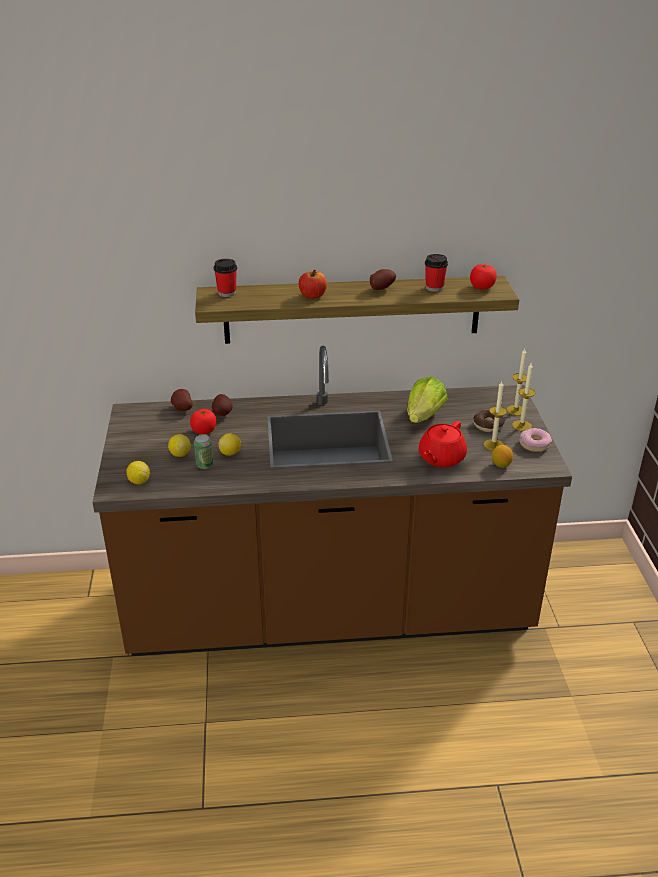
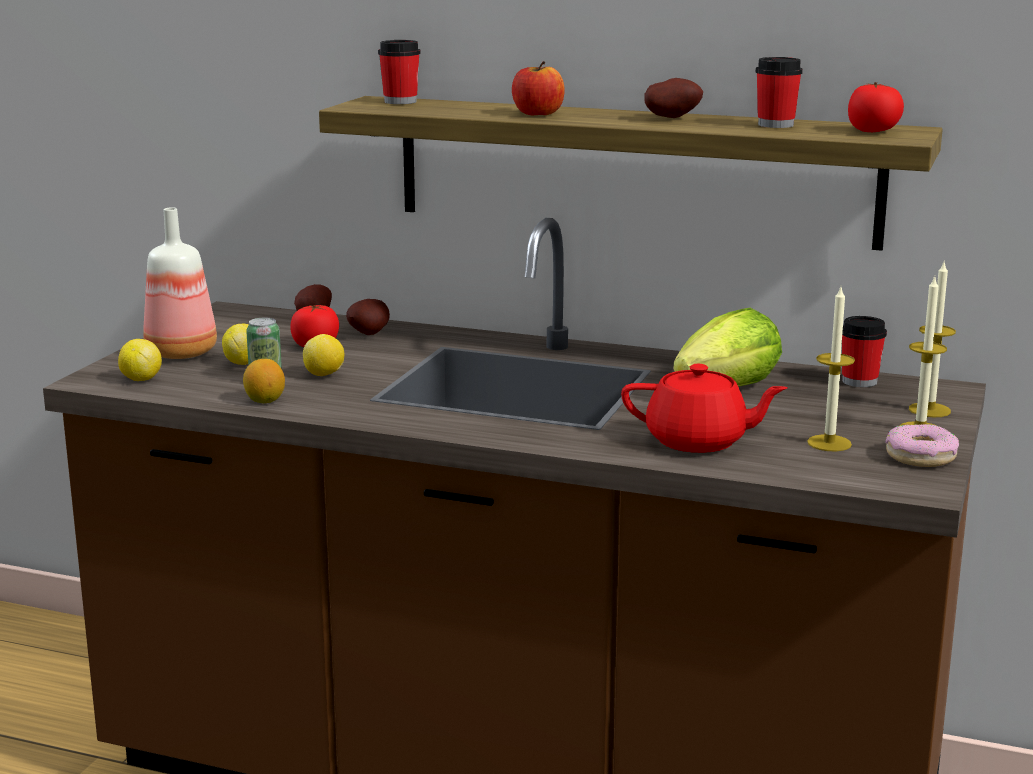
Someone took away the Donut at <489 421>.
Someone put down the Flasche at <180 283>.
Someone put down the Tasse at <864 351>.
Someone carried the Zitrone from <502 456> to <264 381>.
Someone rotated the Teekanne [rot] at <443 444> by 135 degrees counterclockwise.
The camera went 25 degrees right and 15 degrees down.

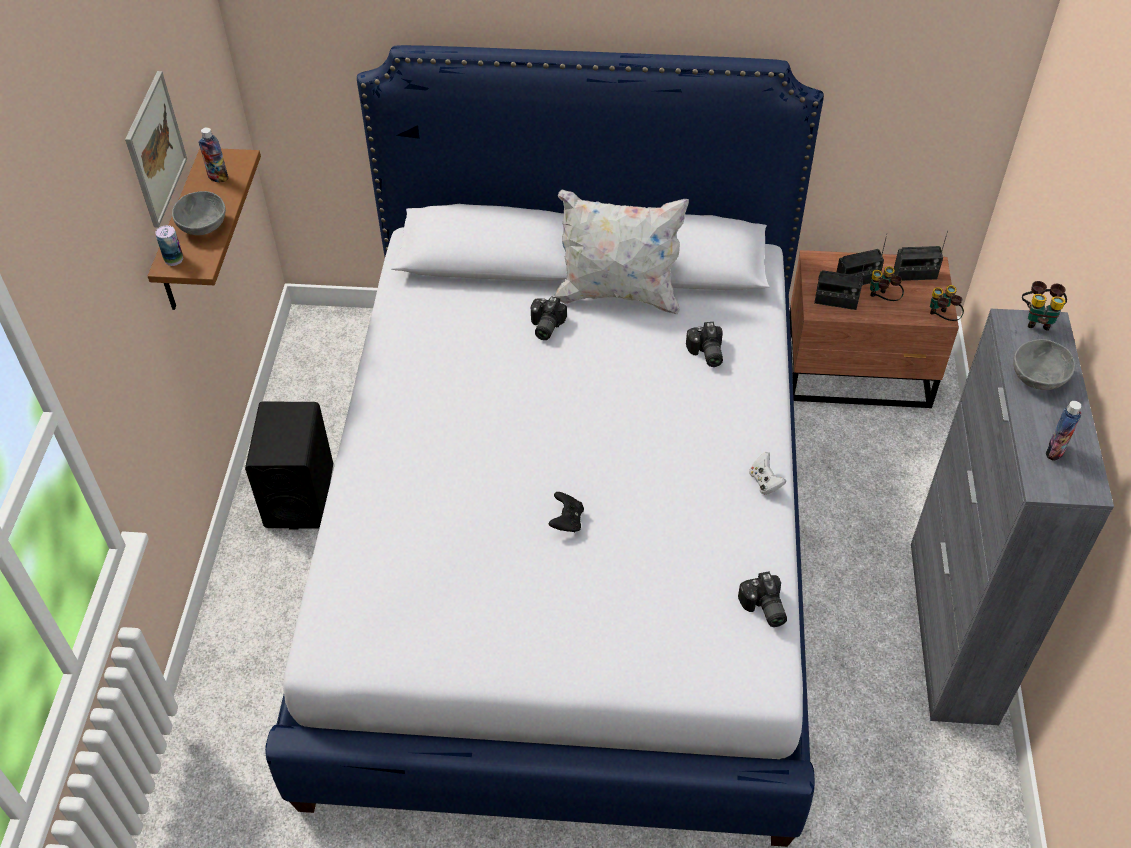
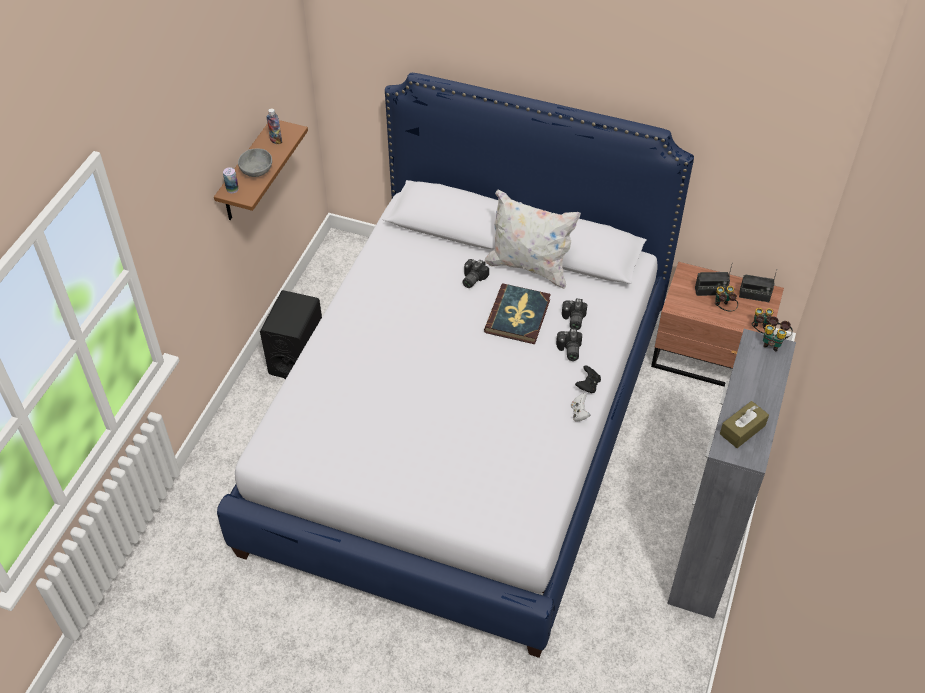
Someone took away the Bild at <156 149>.
Someone took away the Radio at <839 285>.
Someone took away the Schüssel [grau] at <1044 364>.
Someone put down the Buch at <517 314>.
Someone carried the Gamepad [schwarz] from <566 512> to <588 379>.
Someone carried the Kamera from <762 599> to <569 345>.
Someone swapped the Flasche at <1063 431> for the Taschentuchbox [braun] at <744 424>.
The camera went 15 degrees right and 0 degrees up.

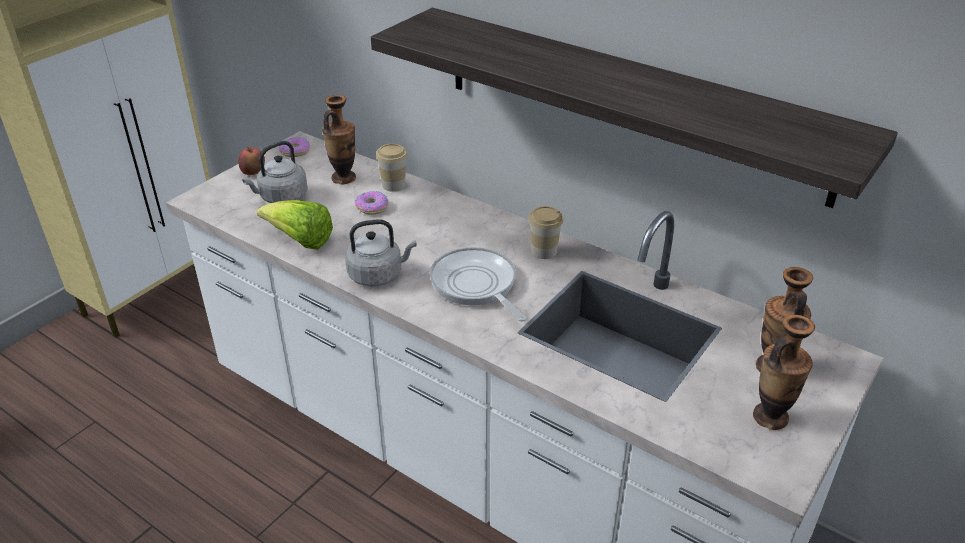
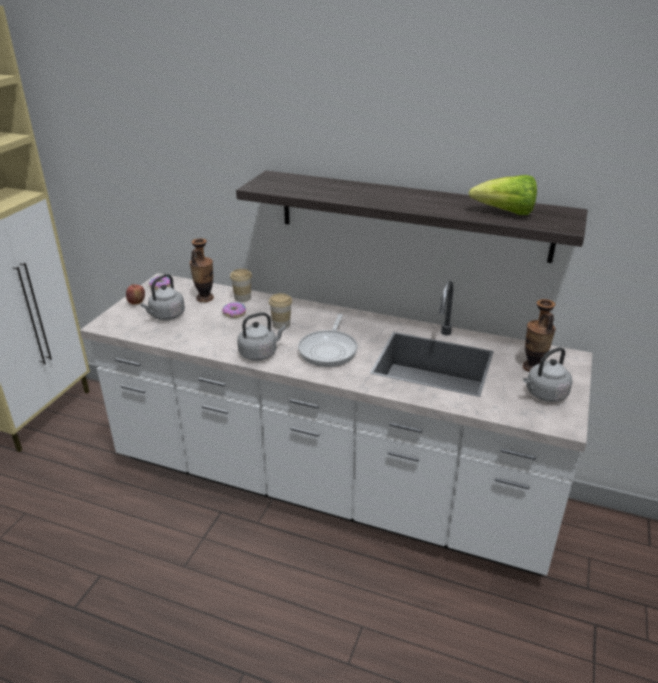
Someone carried the Salatkopf from <295 225> to <503 195>.
Someone carried the Tasse from <545 232> to <280 311>.
Someone swapped the Vase at <784 372> for the Wasserkessel [grau] at <547 374>.
Someone rotated the Pfanne at <478 284> by 120 degrees counterclockwise.
The camera went 15 degrees left and 5 degrees down.

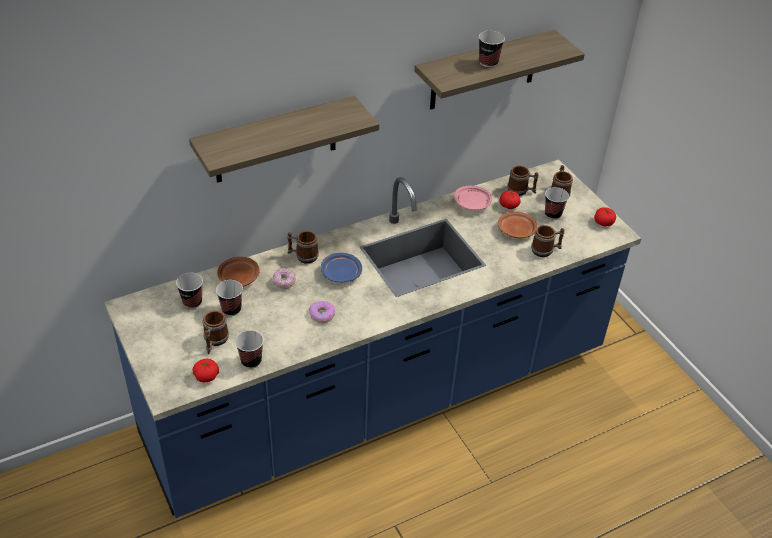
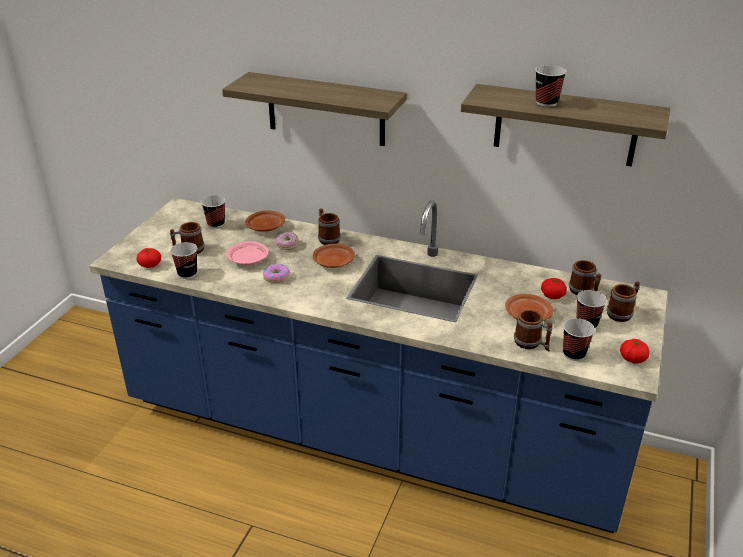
Someone carried the Tasse from <229 298> to <579 339>.
Someone carried the Teller [rosa] from <473 198> to <247 253>.
Someone repainted the Teller [blau] at <341 267>, which became the Teller [braun] at <334 255>.
The camera went 50 degrees right and 10 degrees down.

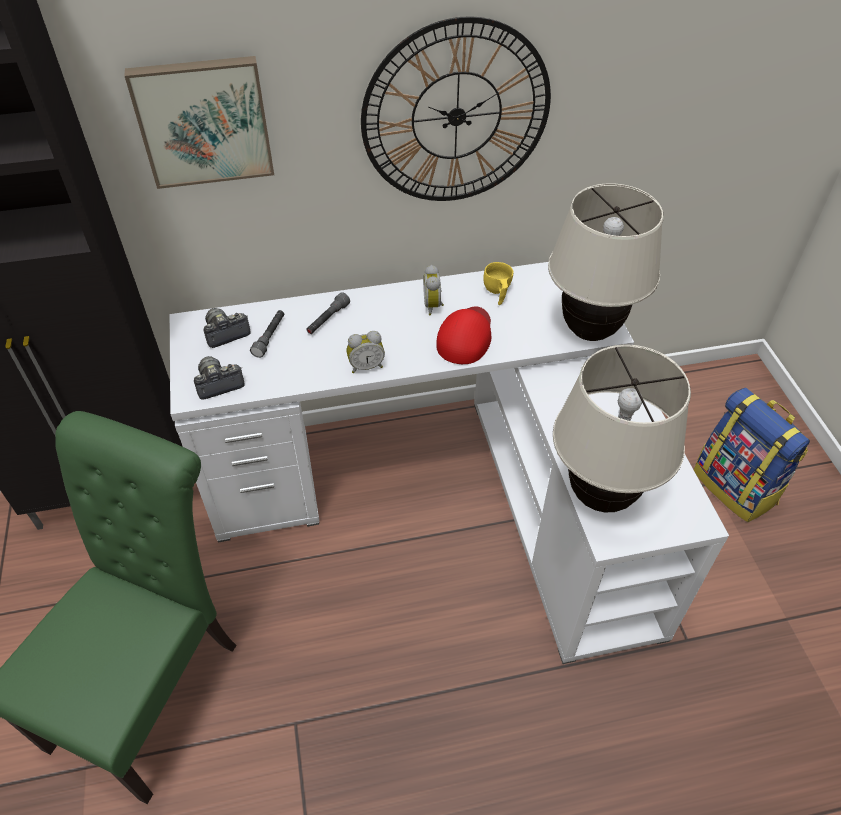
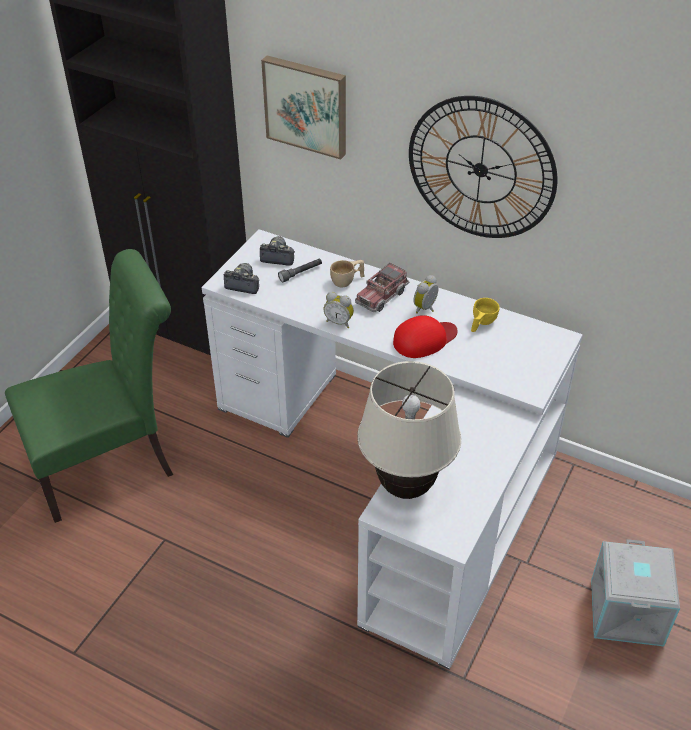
Someone took away the Tischlampe [beige] at <606 262>.
Someone put down the Spielzeuglaster at <382 287>.
Someone swapped the Taschenlampe [grau] at <328 313> for the Tasse [beige] at <347 273>.
Someone swapped the Rucksack at <752 455> for the Aufbewahrungsbox [grau] at <635 592>.
The camera went 40 degrees right and 5 degrees down.

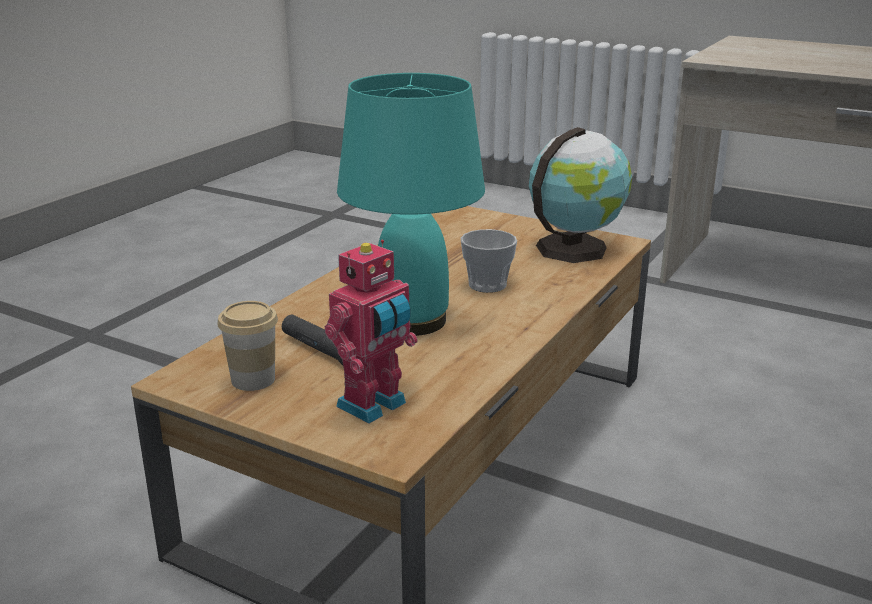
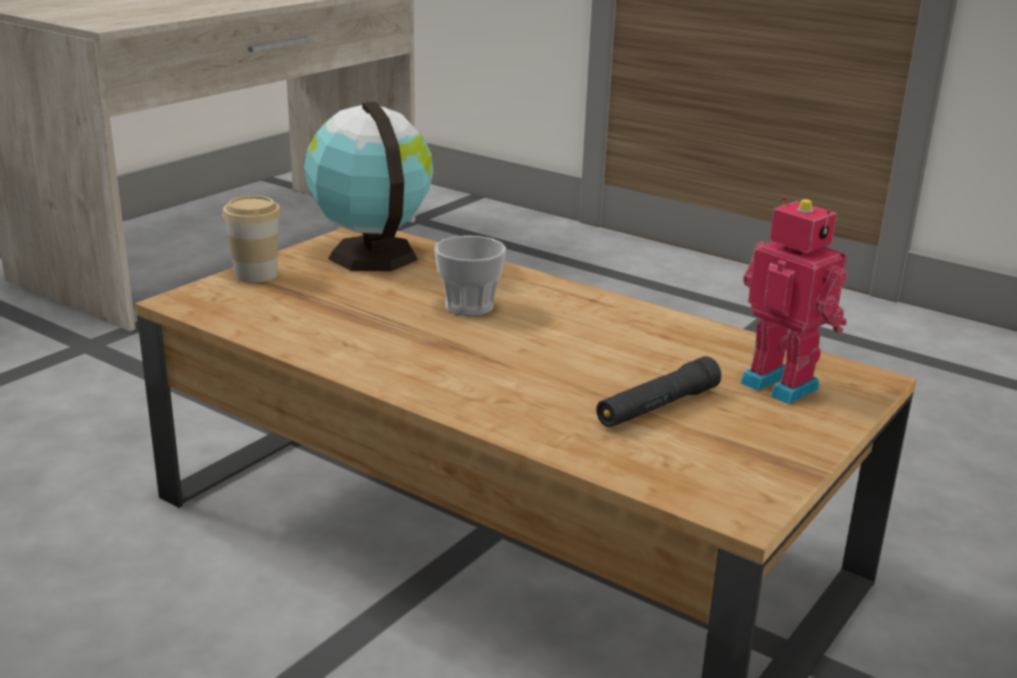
Someone took away the Tischlampe [türkis] at <411 204>.
Someone carried the Tasse from <248 346> to <251 239>.
The camera went 85 degrees left and 0 degrees up.

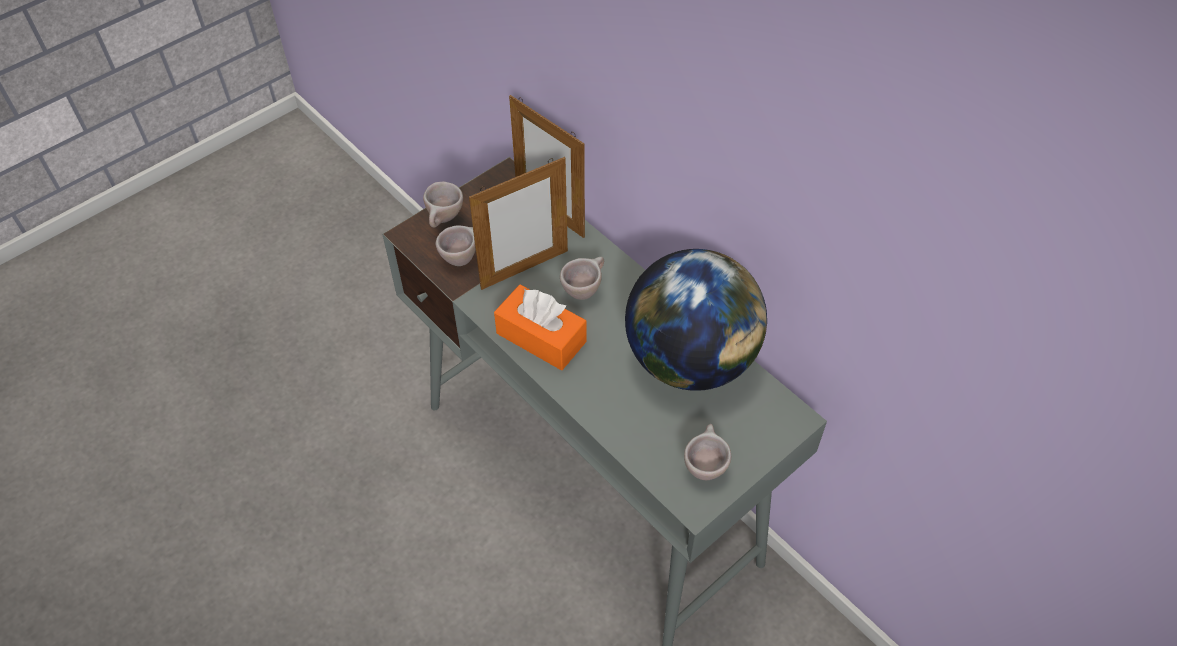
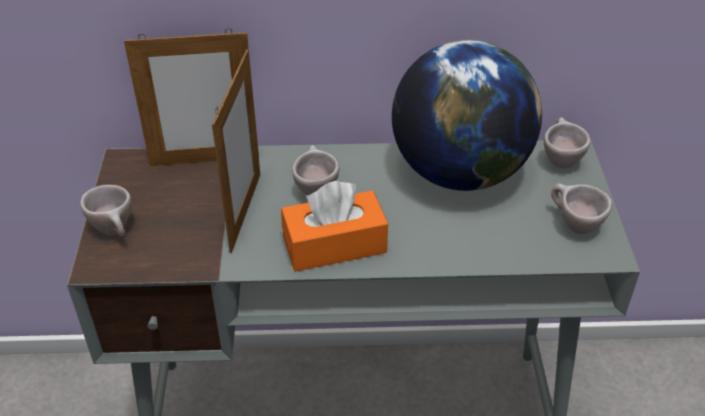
Someone carried the Tasse [beige] from <456 245> to <567 143>.
The camera went 50 degrees left and 10 degrees down.

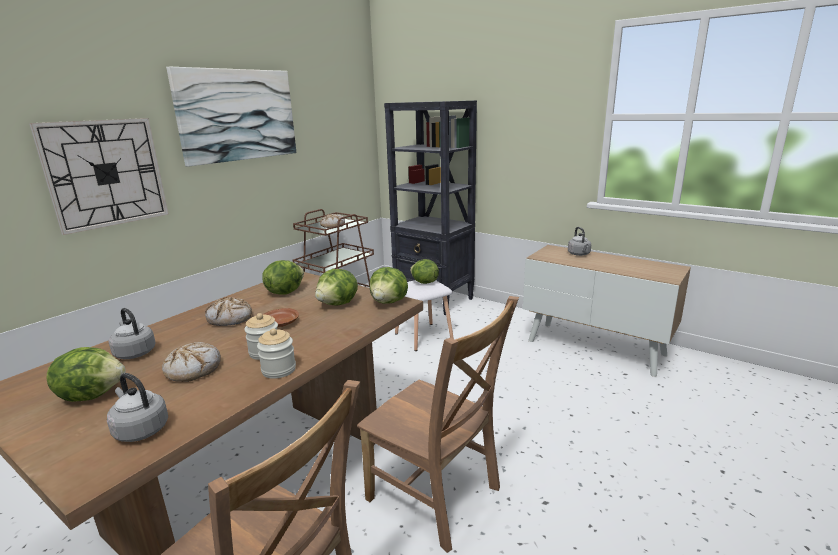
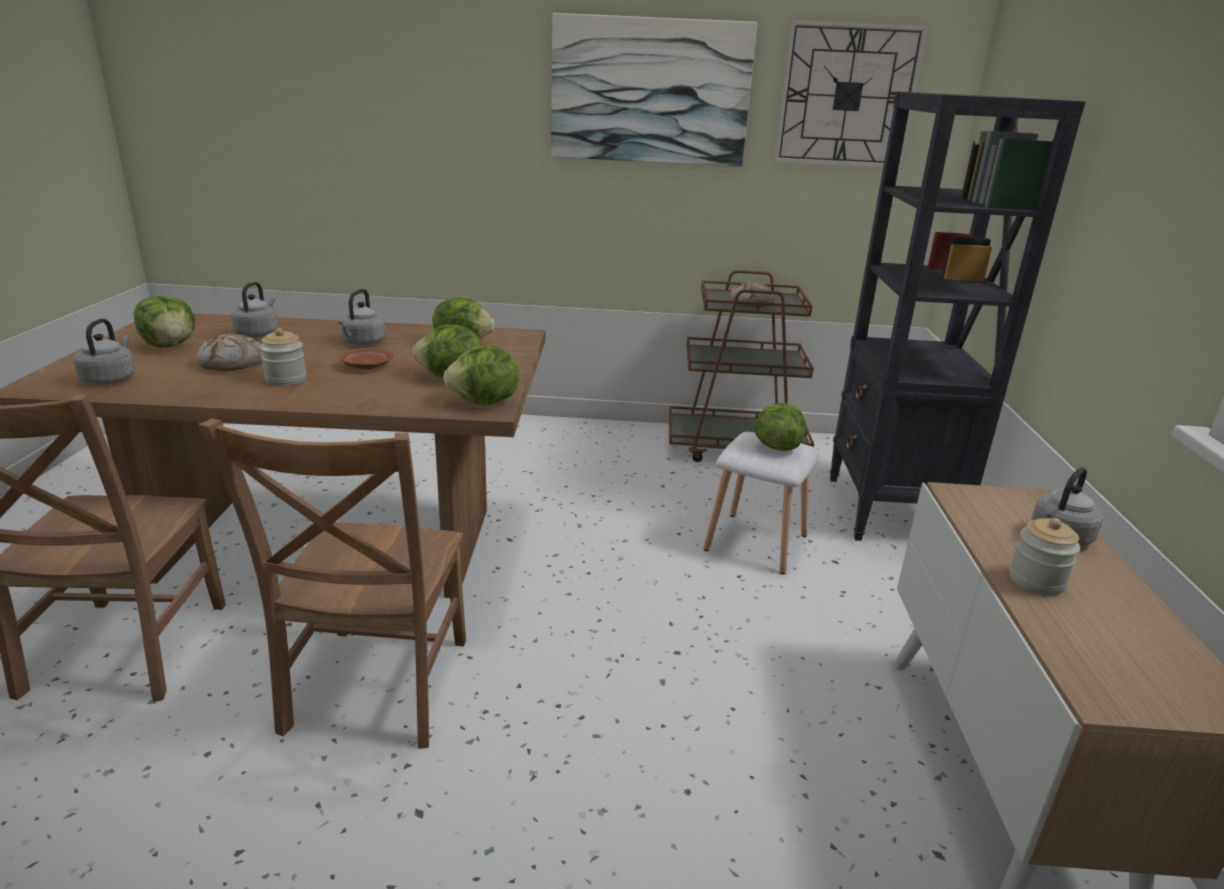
Someone carried the Wanduhr from <99 176> to <851 94>.
Someone carried the Vorratsglas from <276 353> to <1044 556>.
Someone swapped the Brot at <228 311> for the Wasserkessel [grau] at <362 317>.
The camera went 55 degrees right and 5 degrees up.

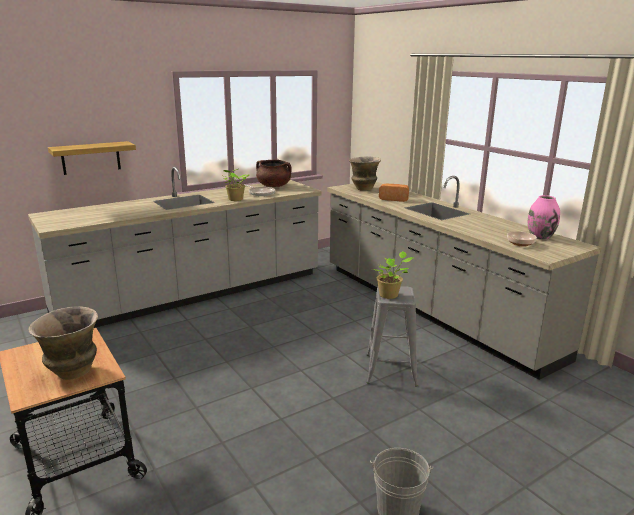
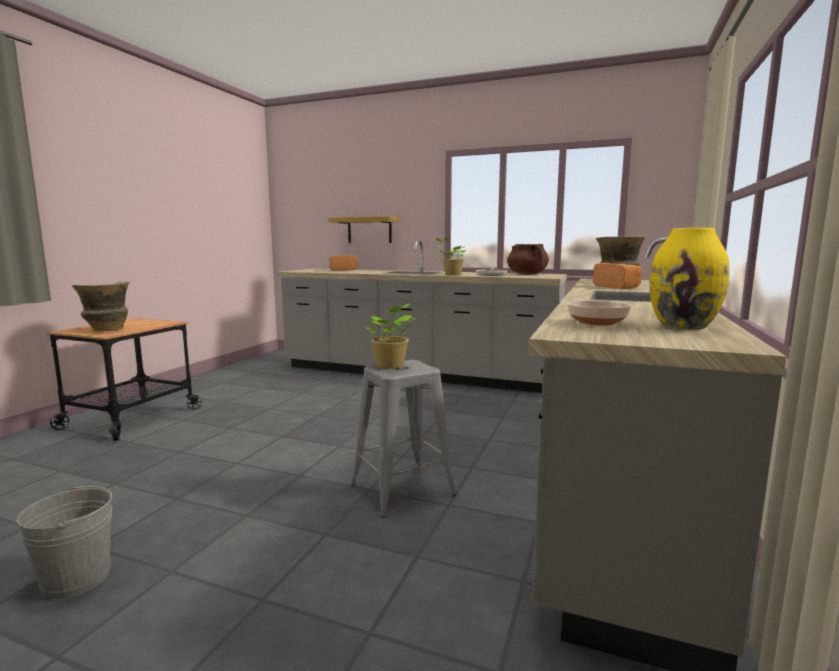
Someone put down the Brot at <343 262>.
Someone repainted the Vase [rosa] at <544 217>, which became the Vase [gelb] at <689 279>.
The camera went 55 degrees right and 10 degrees down.

